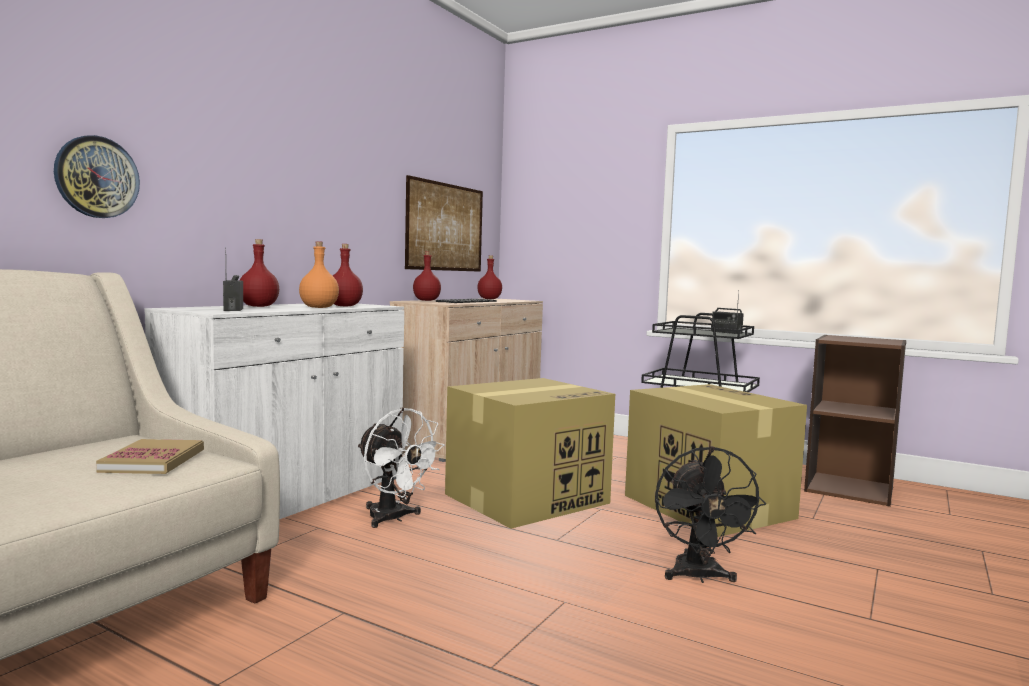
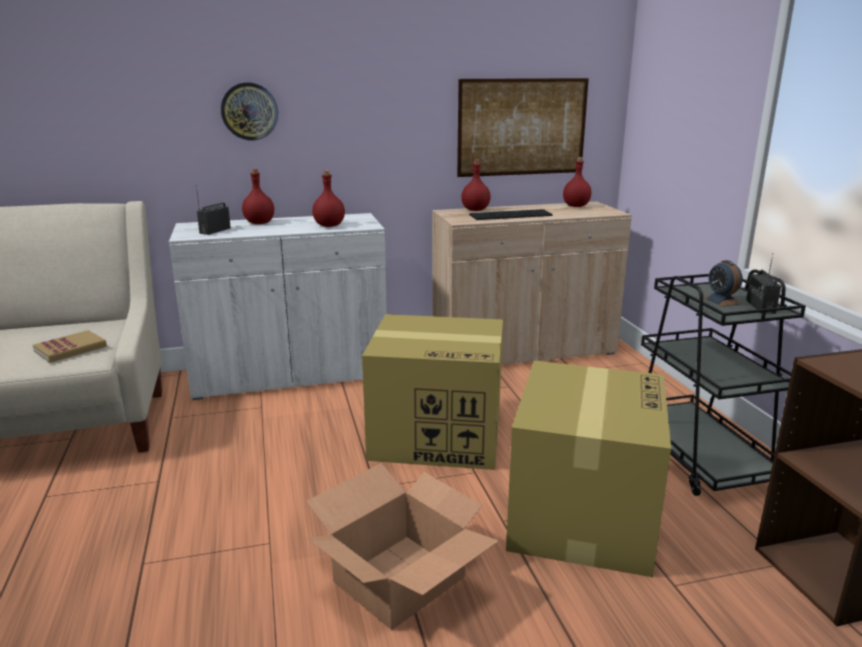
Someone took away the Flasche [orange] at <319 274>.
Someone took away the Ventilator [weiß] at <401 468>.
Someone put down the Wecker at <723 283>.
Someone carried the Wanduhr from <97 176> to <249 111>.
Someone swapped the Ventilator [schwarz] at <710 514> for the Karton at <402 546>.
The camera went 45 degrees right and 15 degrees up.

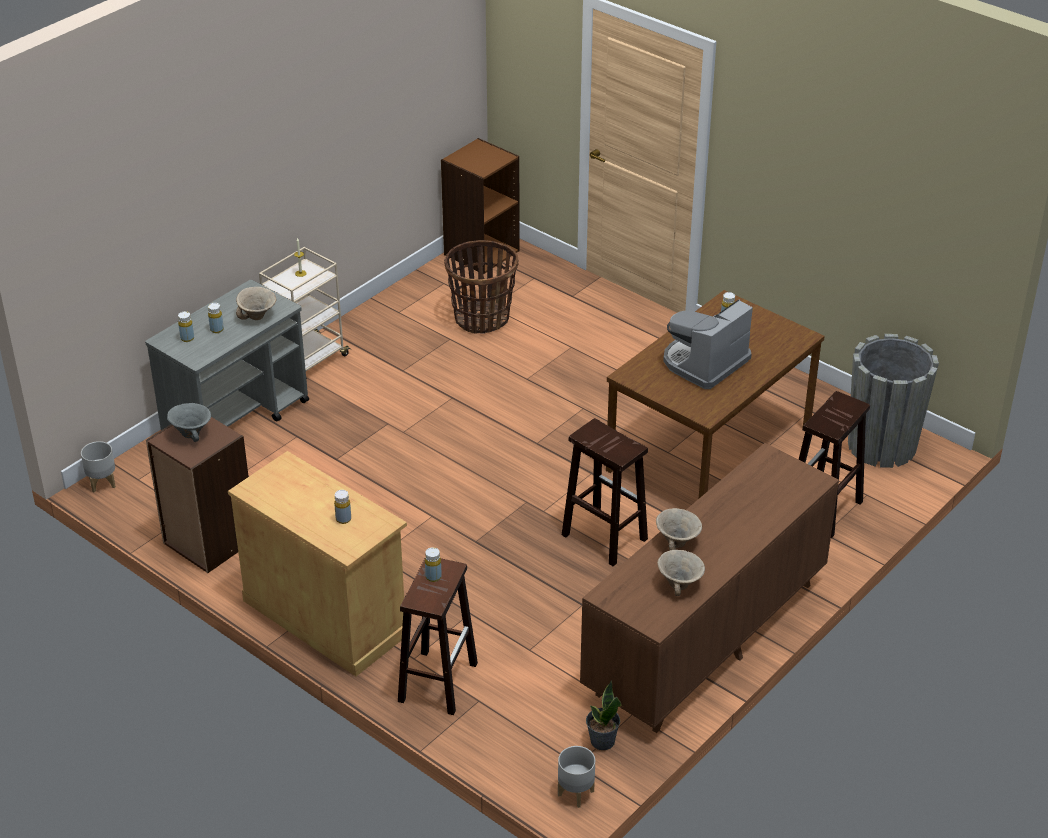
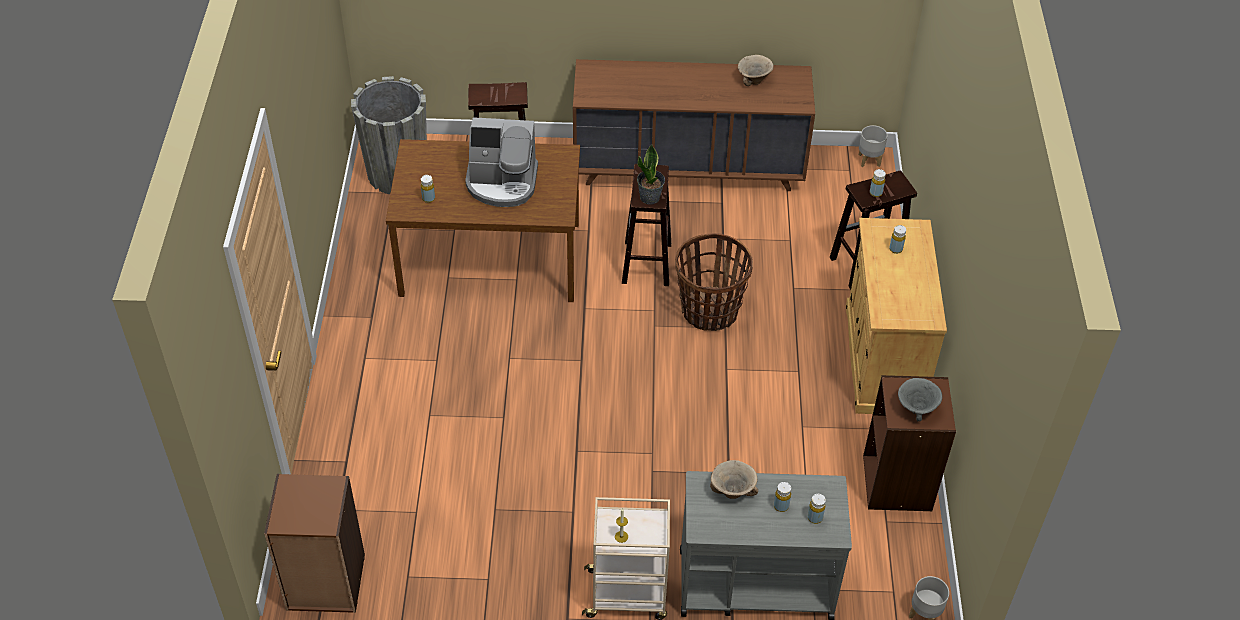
Someone took away the Schüssel [beige] at <679 529>.
Someone carried the Korb from <481 287> to <714 282>.
Someone carried the Topfpflanze from <603 715> to <651 174>.
The camera went 130 degrees left and 10 degrees up.

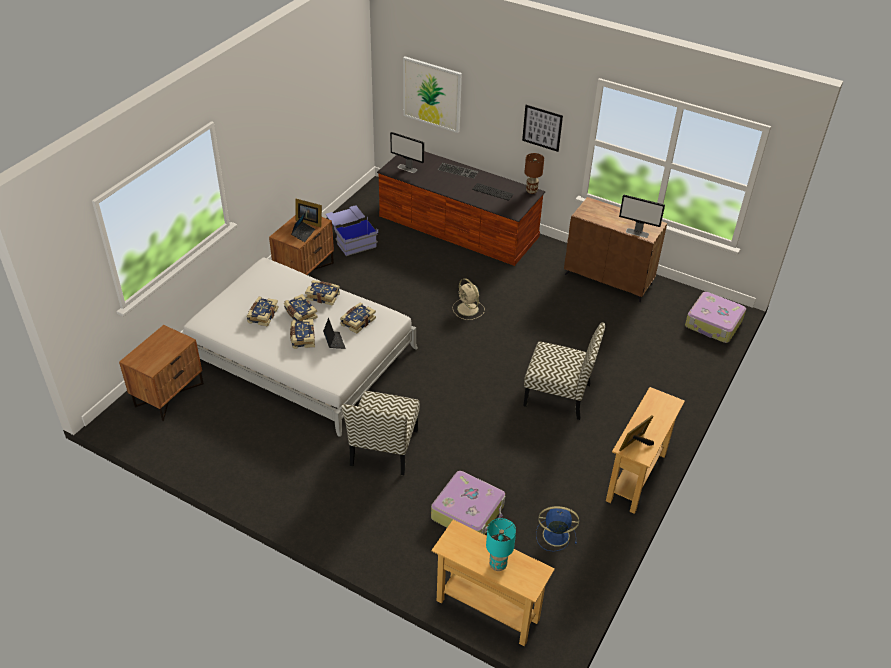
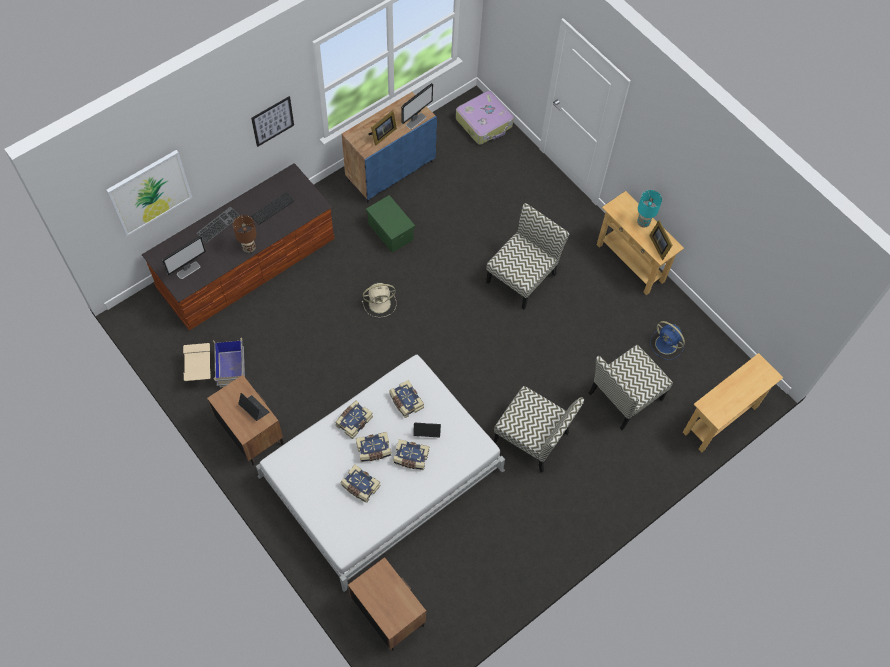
Someone put down the Aufbewahrungsbox [grün] at <390 224>.
Someone carried the Bilderrahmen from <308 213> to <383 128>.
Someone carried the Tischlampe [türkis] from <501 544> to <649 209>.
Someone carried the Tischlampe [braun] from <534 173> to <245 234>.
Someone swapped the Koffer at <468 503> for the Stuhl at <631 387>.
Someone repainted the Aufbewahrungsbox [blau] at <352 230>, which became the Aufbewahrungsbox [beige] at <214 362>.
Someone repainted the Schrank [braun] at <615 249>, which became the Schrank [blau] at <389 147>.
Someone rotated the Ventilator [blau] at <557 529> by 75 degrees counterclockwise.
The camera went 70 degrees left and 20 degrees up.

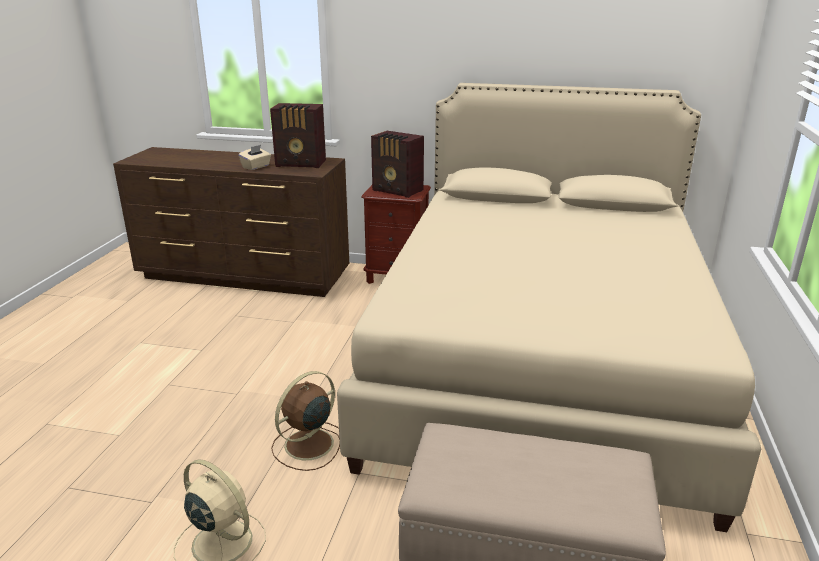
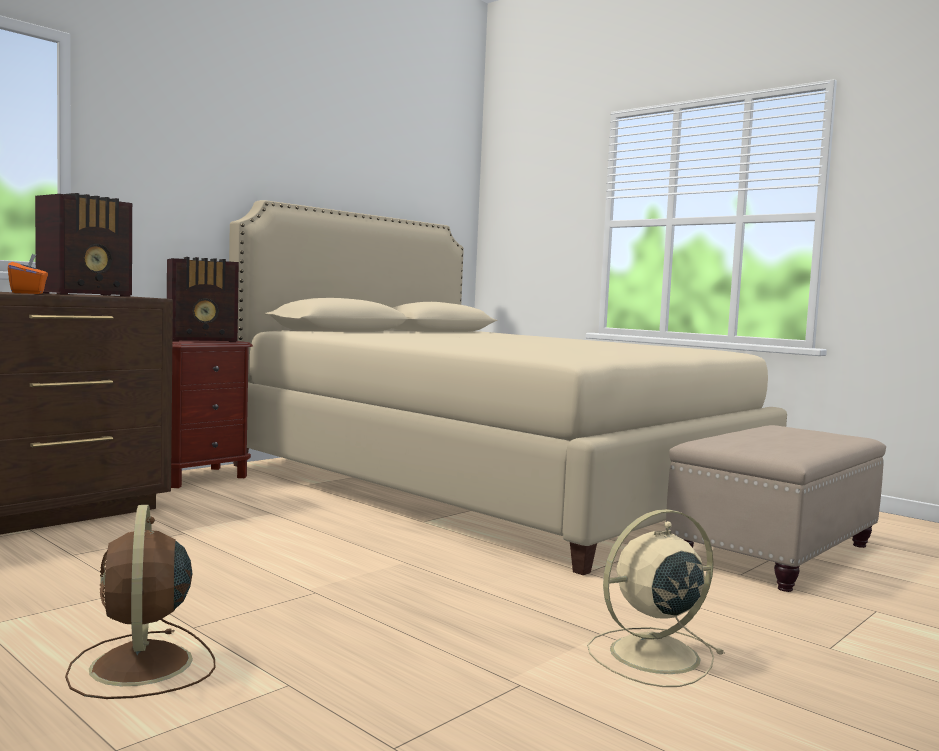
Someone carried the Ventilator [braun] from <305 421> to <140 602>.
Someone repainted the Taschentuchbox [beige] at <255 157>, which became the Taschentuchbox [orange] at <28 274>.
The camera went 60 degrees left and 20 degrees down.

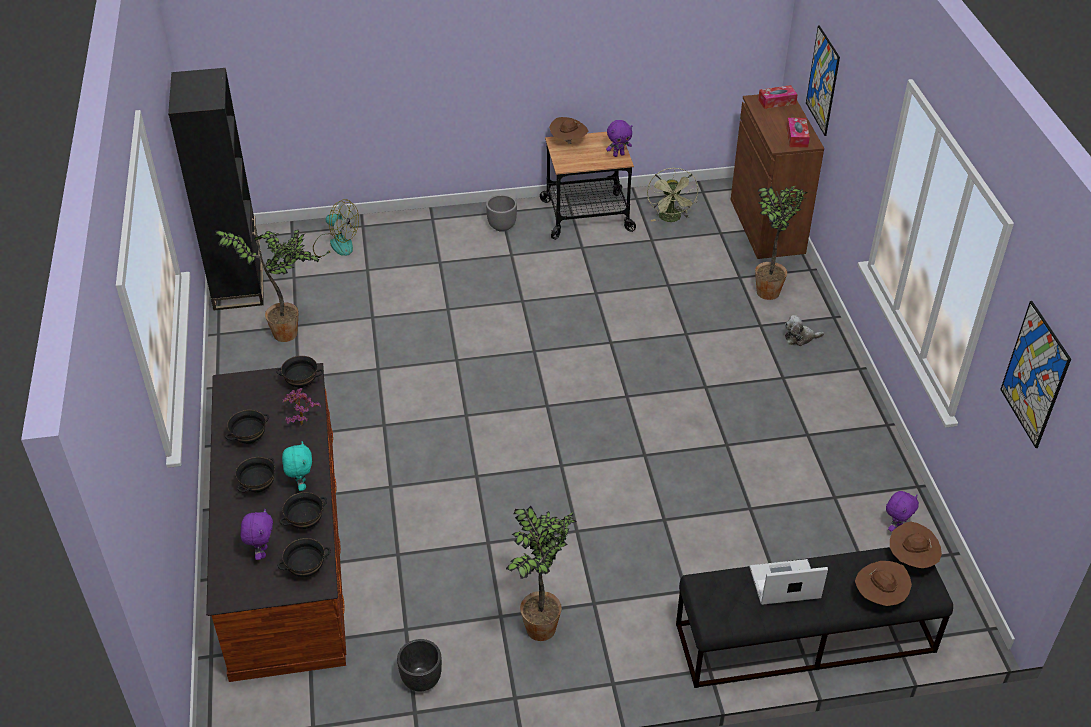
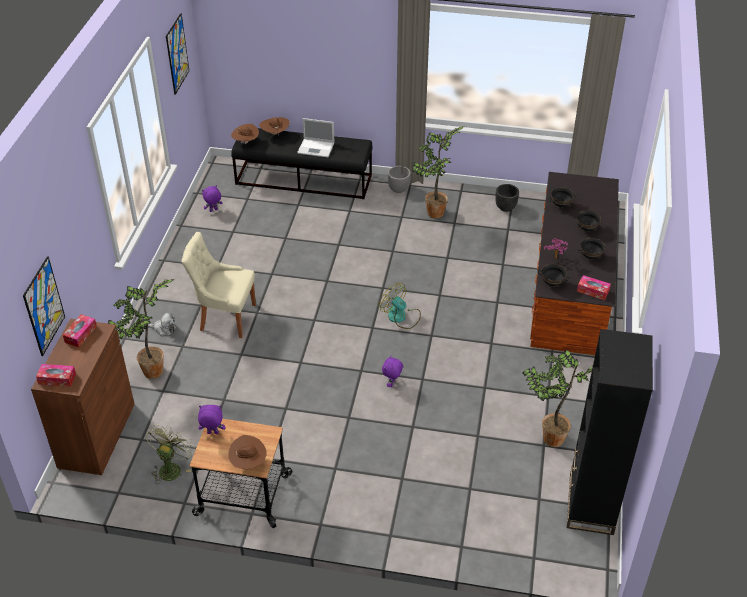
Someone took away the Schüssel [schwarz] at <304 557>.
Someone took away the Plüschtier [türkis] at <297 466>.
Someone put down the Stuhl [beige] at <218 285>.
Someone put down the Taschentuchbox at <594 287>.
Someone carried the Plüschtier [lila] from <256 534> to <392 371>.
Someone carried the Ventilator from <336 228> to <400 306>.
Someone carried the Pflanzkübel [grau] from <501 213> to <399 179>.
The camera went 160 degrees left and 0 degrees up.

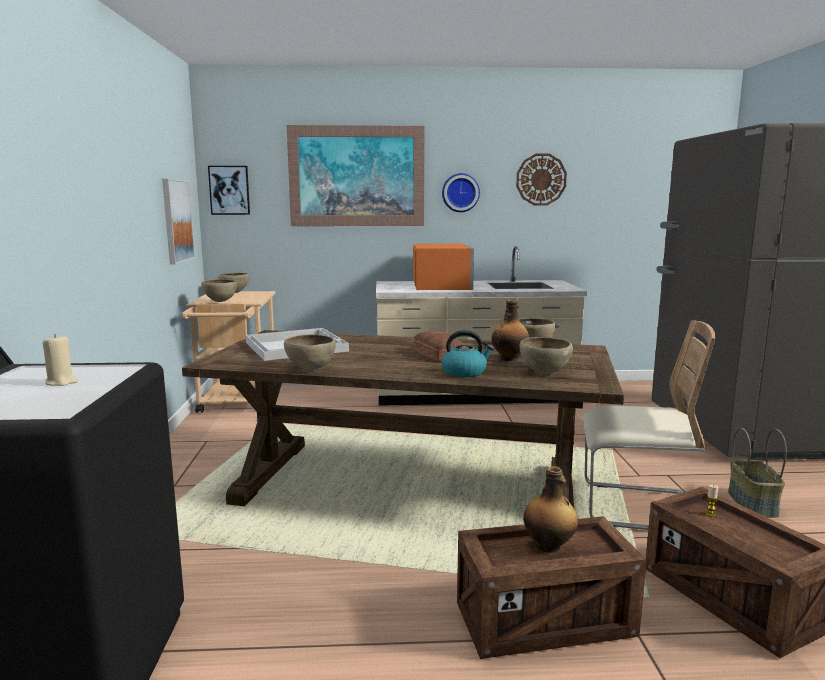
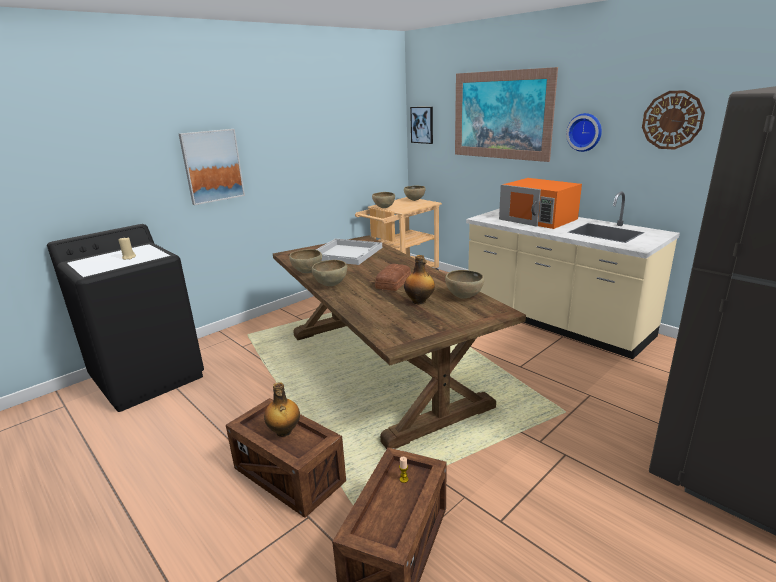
Someone took away the Wasserkessel at <467 353>.
Someone took away the Stuhl [beige] at <649 425>.
Someone took away the Korb at <757 473>.
Someone carried the Bild from <178 221> to <212 167>.
Someone carried the Schüssel [braun] from <546 355> to <329 273>.
Someone rotated the Mikrowelle [orange] at <443 267> by 90 degrees clockwise.
The camera went 50 degrees right and 10 degrees up.

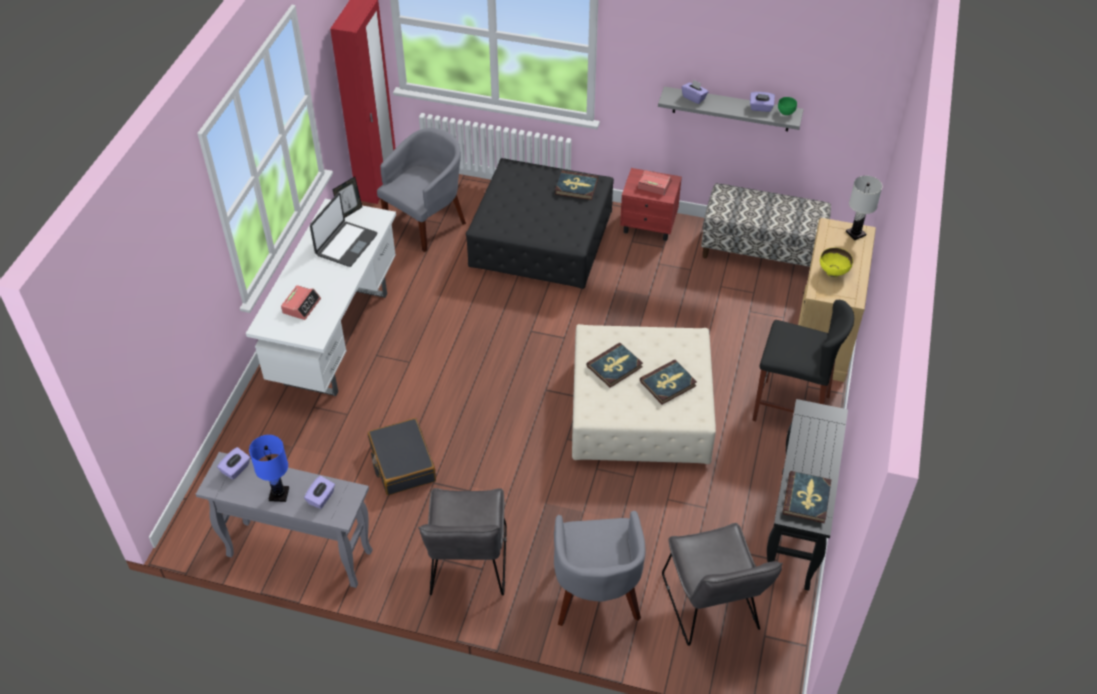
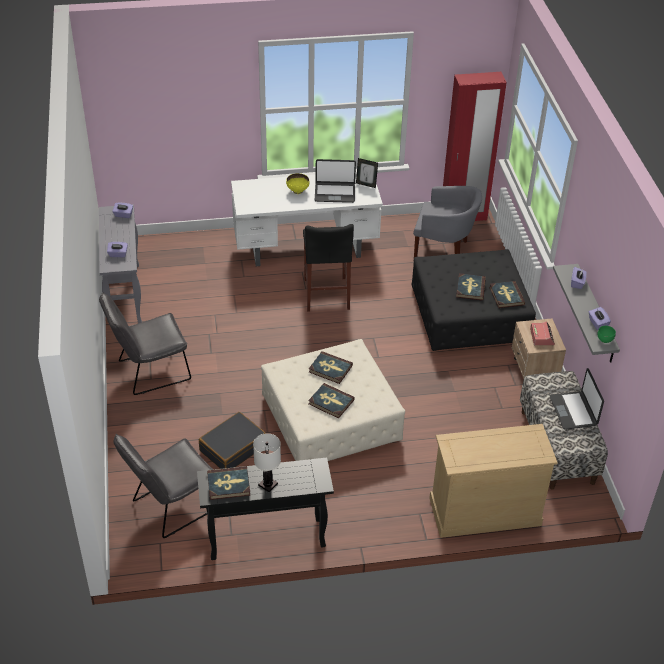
Someone took away the Tischlampe [blau] at <269 468>.
Someone took away the Wecker at <301 302>.
Someone took away the Sessel [grau] at <599 568>.
Someone put down the Buch at <471 286>.
Someone put down the Laptop at <577 399>.
Someone carried the Koffer [schwarz] from <402 456> to <232 440>.
Someone carried the Hocker [schwarz] from <803 360> to <328 268>.
Someone carried the Schüssel [gelb] from <836 262> to <298 183>.
Someone carried the Tischlampe [weiß] from <864 208> to <267 462>.
Someone repainted the Nachttisch [rot] at <651 204>, which became the Nachttisch [beige] at <539 349>.
The camera went 65 degrees right and 5 degrees down.

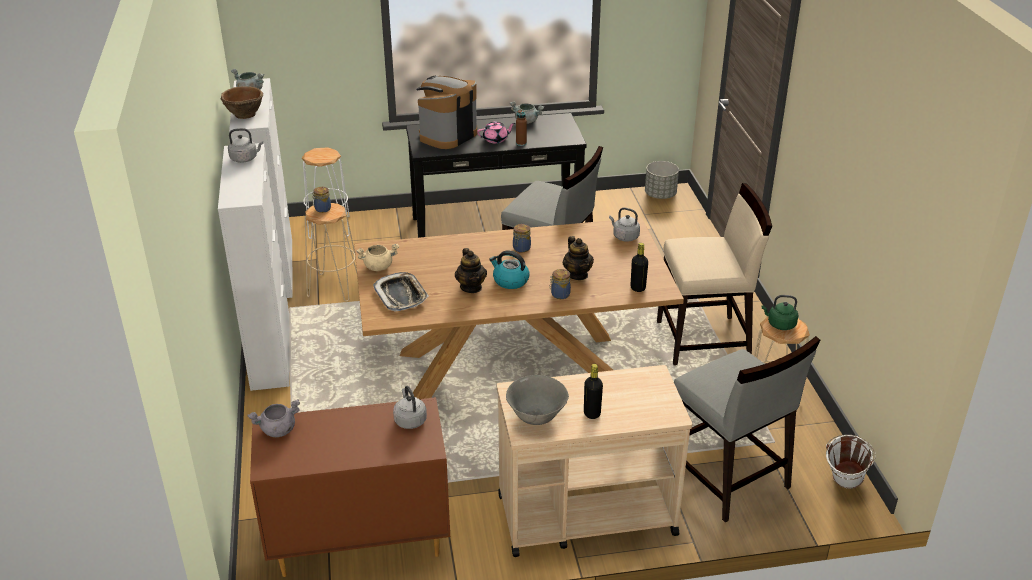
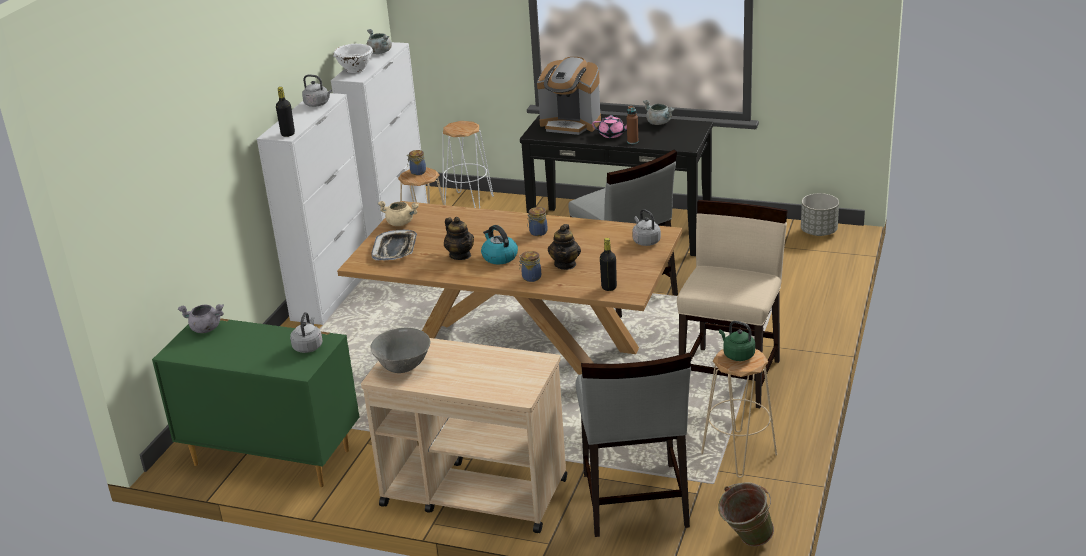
Someone carried the Flasche [schwarz] from <593 391> to <285 112>.
Someone repainted the Schüssel [braun] at <242 102>, which became the Schüssel [weiß] at <353 58>.
Someone repainted the Kommode [braun] at <350 487>, which became the Kommode [grün] at <256 402>.
Someone repainted the Eimer [weiß] at <851 462>, which became the Eimer [grün] at <746 514>.
Someone rotated the Kaffeemaschine at <446 112> by 135 degrees counterclockwise.
Someone rotated the Teekanne at <471 270> by 45 degrees counterclockwise.
Someone rotated the Stuhl [beige] at <714 274> by 90 degrees counterclockwise.
The camera went 30 degrees right and 5 degrees down.

